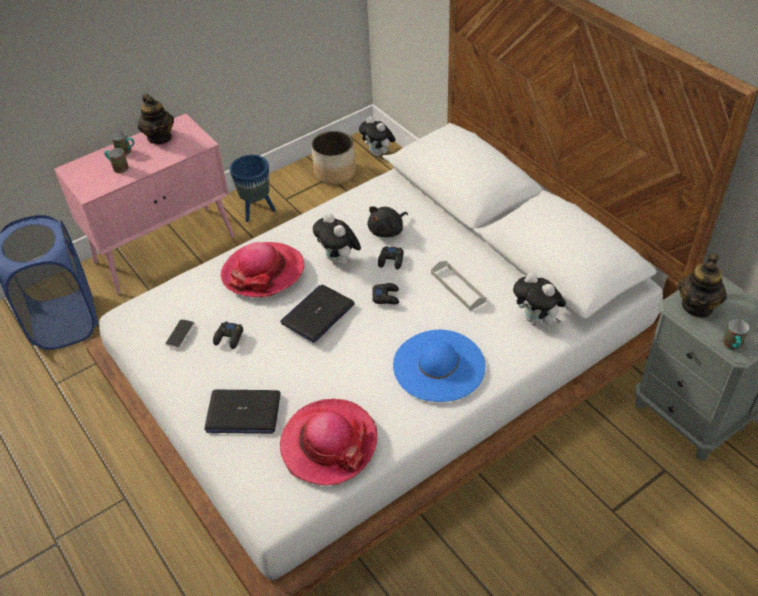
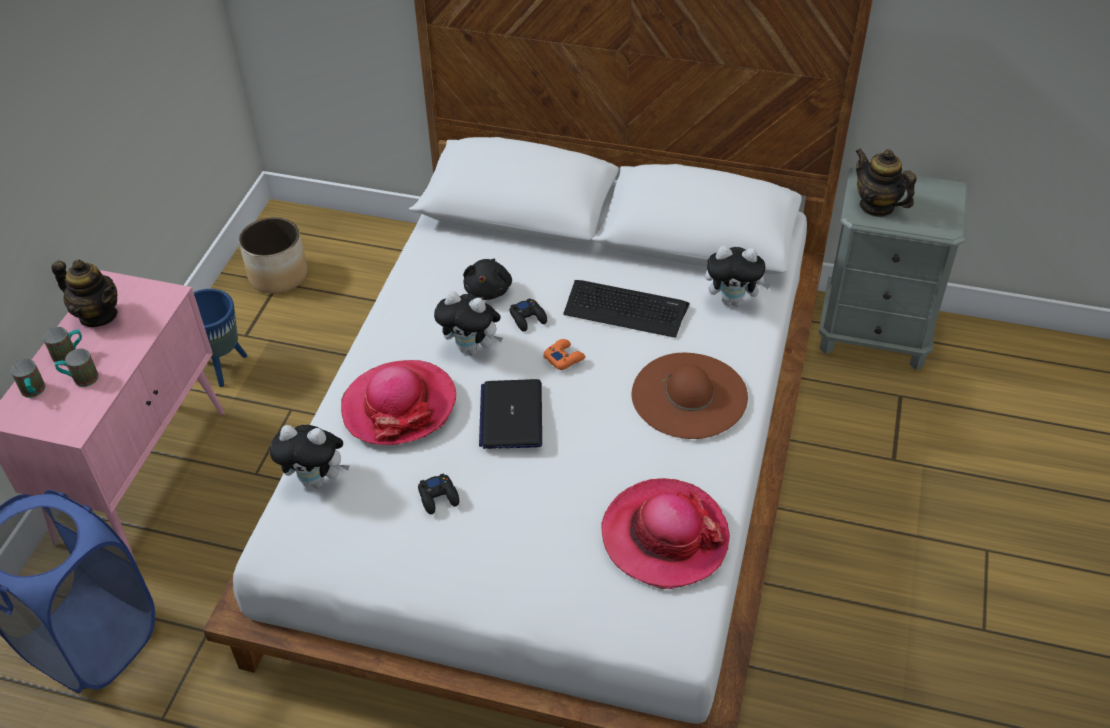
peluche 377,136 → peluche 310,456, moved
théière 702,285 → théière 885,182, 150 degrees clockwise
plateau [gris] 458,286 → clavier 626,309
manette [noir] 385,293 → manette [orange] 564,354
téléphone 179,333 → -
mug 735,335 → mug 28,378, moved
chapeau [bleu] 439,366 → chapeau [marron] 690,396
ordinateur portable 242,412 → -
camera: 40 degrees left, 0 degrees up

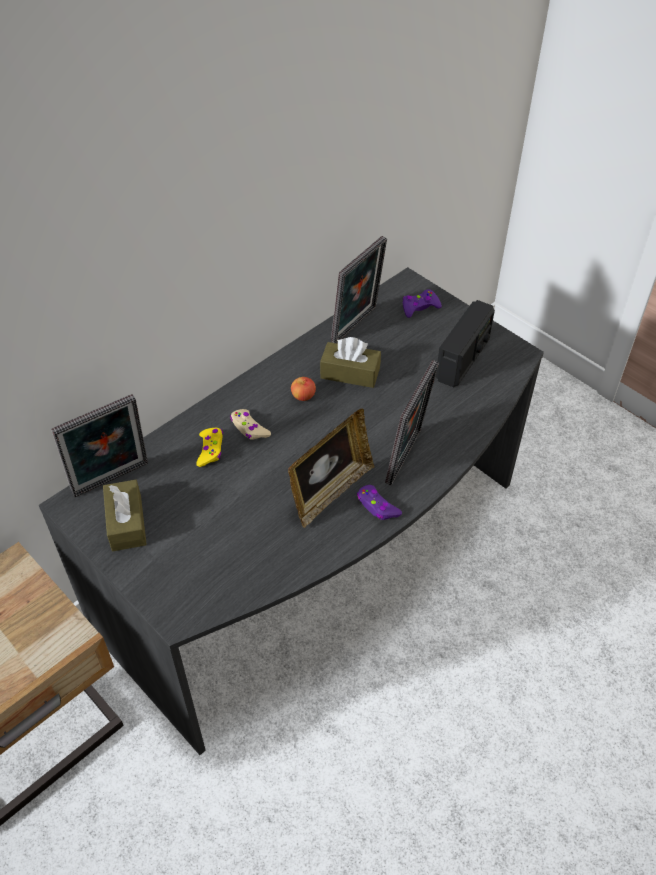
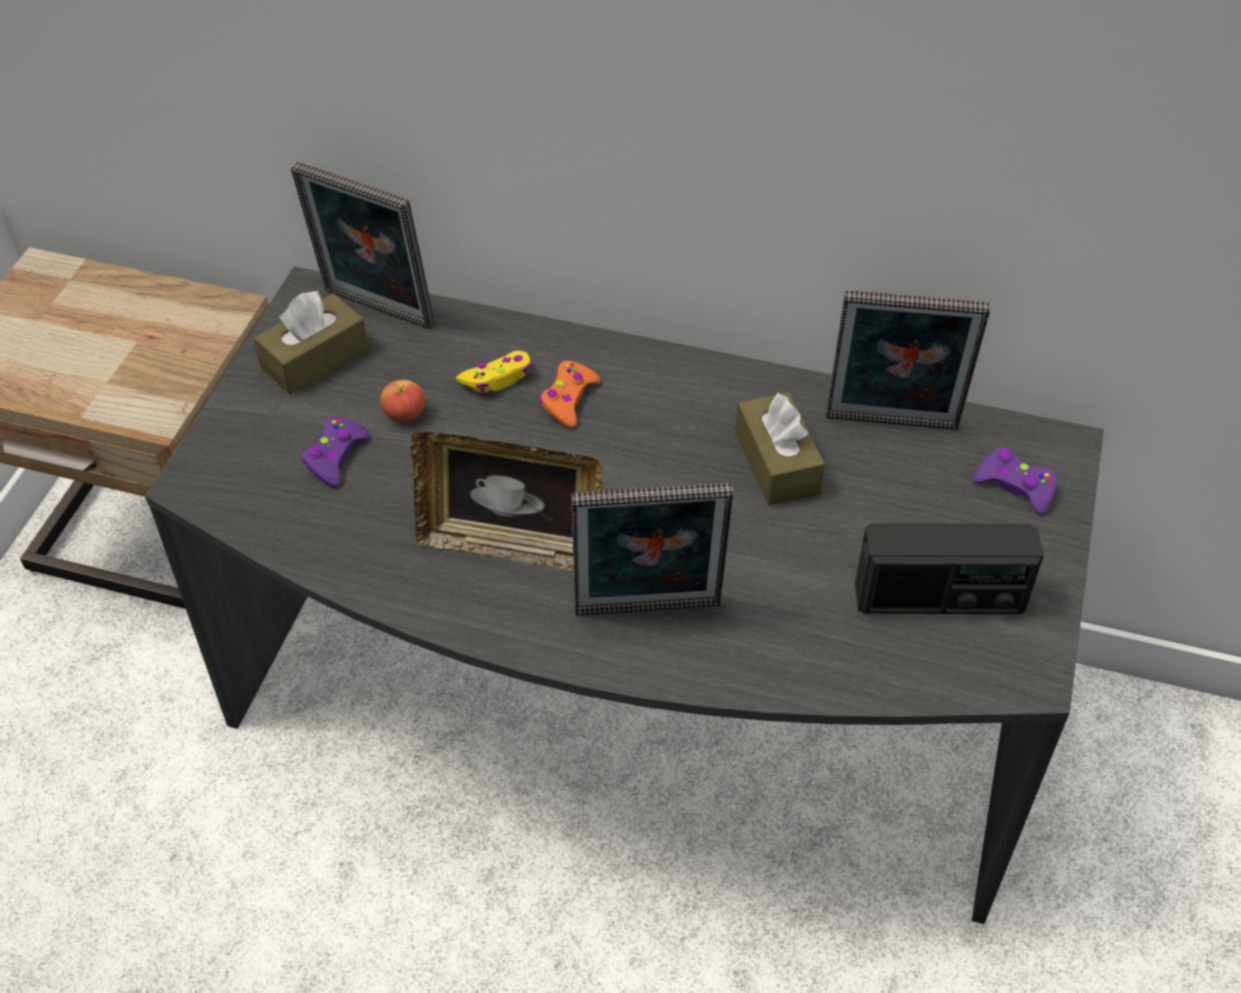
pomme 303,389 → pomme 402,401, moved
manette [beige] 250,424 → manette [orange] 569,394
manette [violet] 379,502 → manette [violet] 336,451, moved
camera: 60 degrees right, 0 degrees up

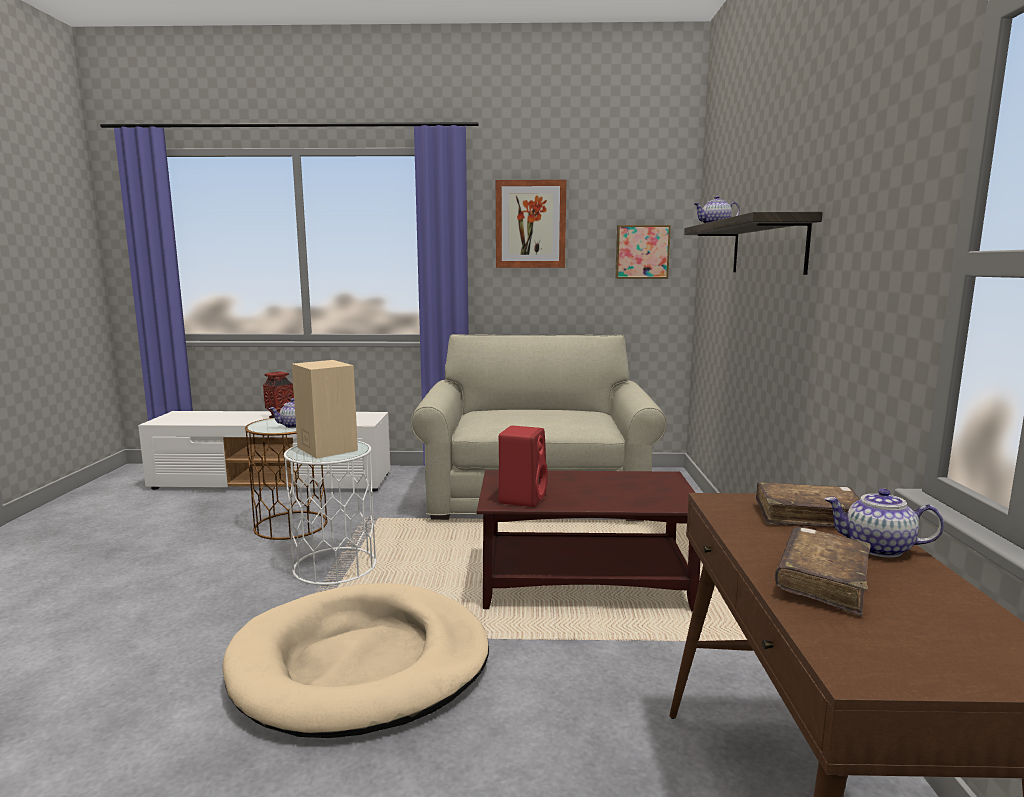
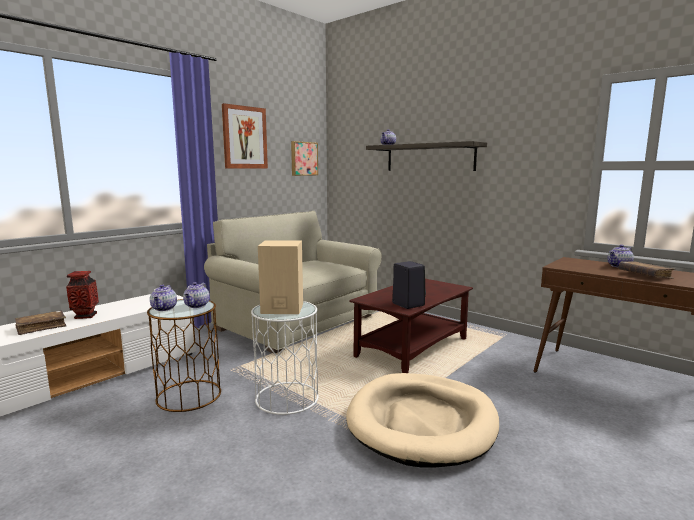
enceinte [rouge] 523,466 → enceinte [noir] 409,285
livre [marron] 807,505 → livre [marron] 41,322, moved
- → théière 163,298
camera: 50 degrees left, 0 degrees up

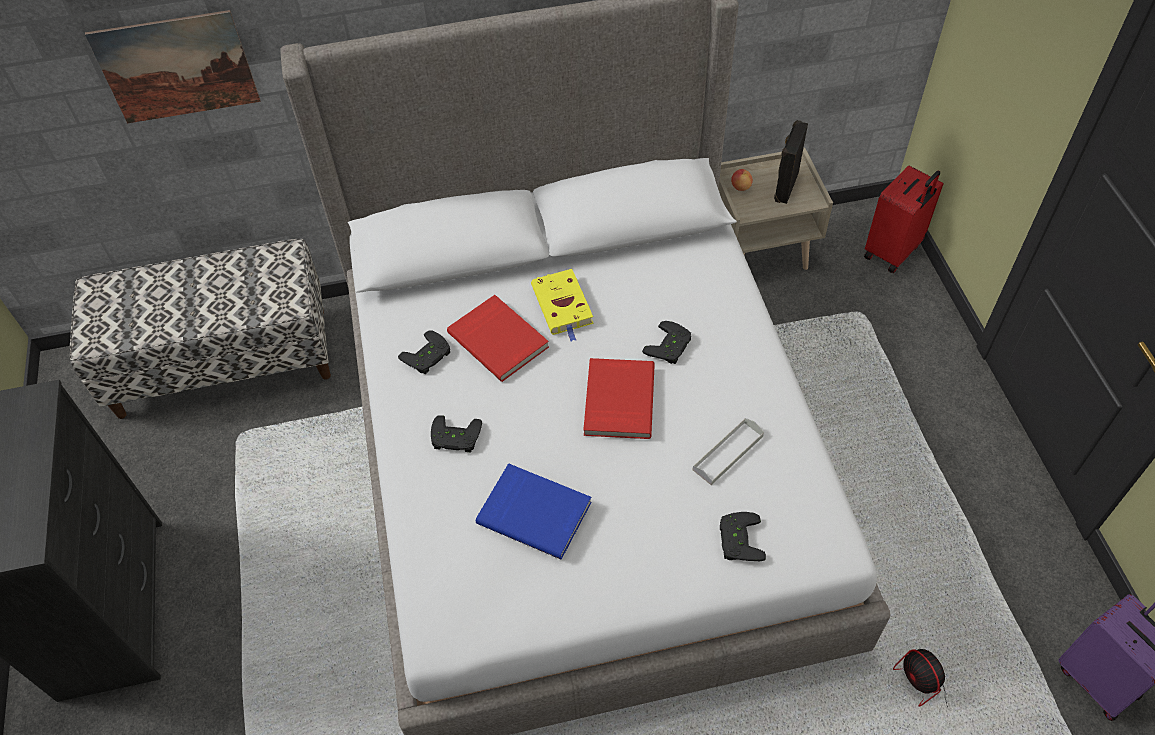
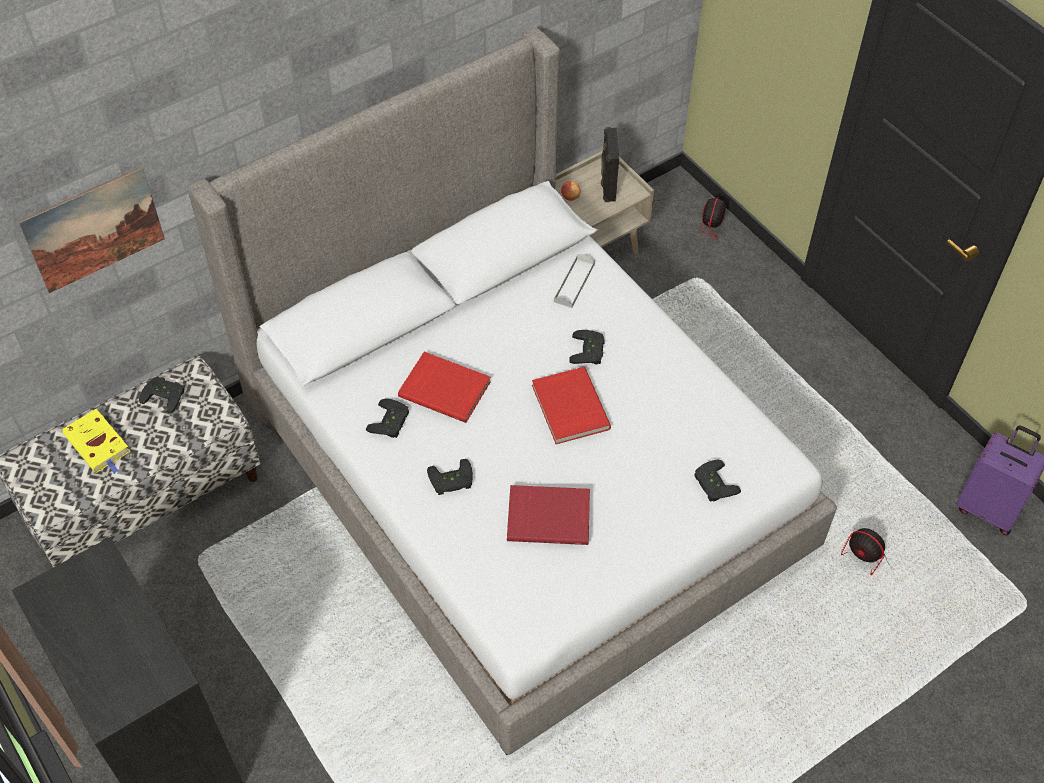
valise [rouge] 903,219 → ventilateur 693,215
livre [jaune] 562,305 → livre [jaune] 96,441, moved
plateau [gris] 728,451 → plateau [gris] 574,281, moved
livre [bleu] 534,511 → livre [rouge] 548,515
- → manette [noir] 161,395
camera: 25 degrees left, 0 degrees up

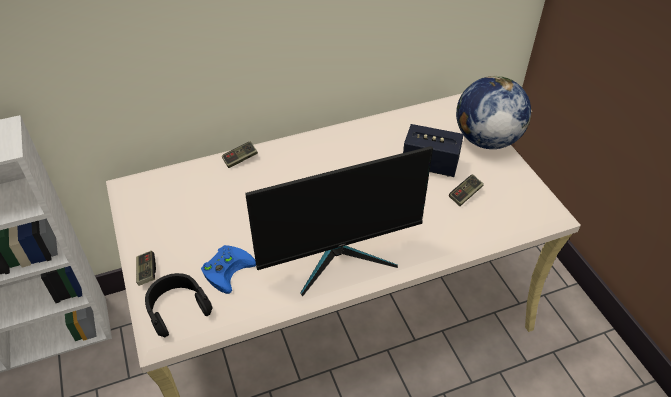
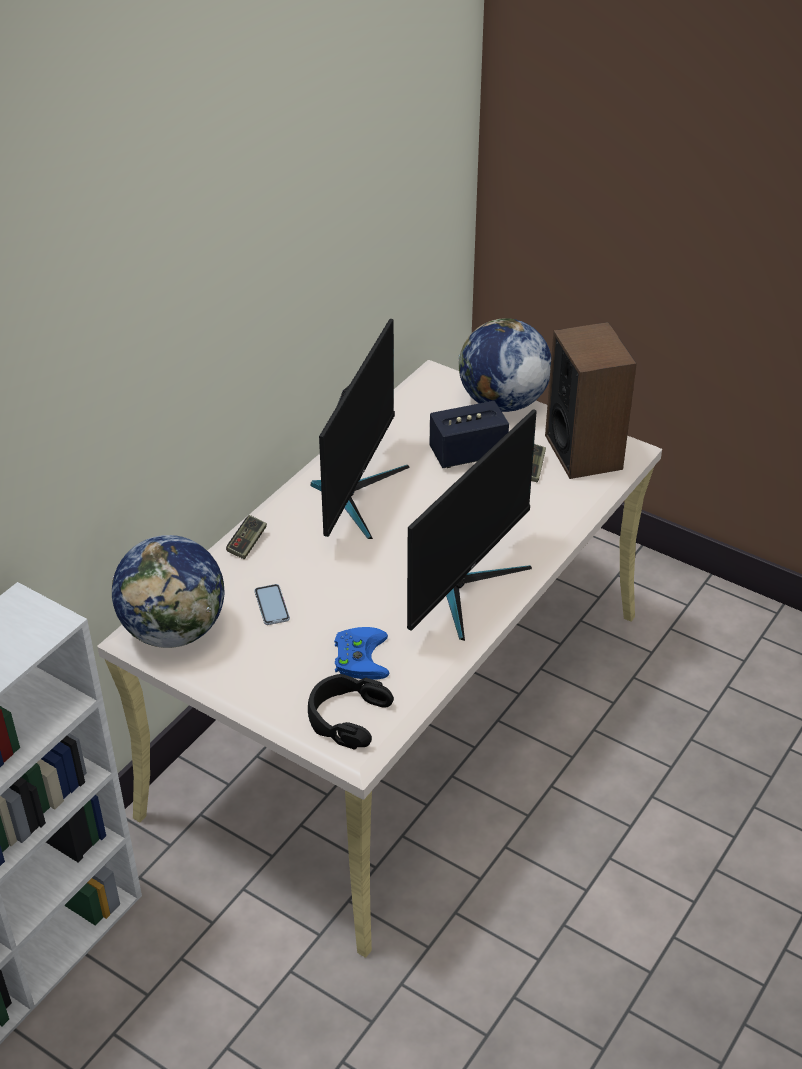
manette 146,268 → -
- → écran d'ordinateur 360,429
- → enceinte 591,400
- → globe 168,591
- → téléphone 272,604
camera: 35 degrees left, 5 degrees down

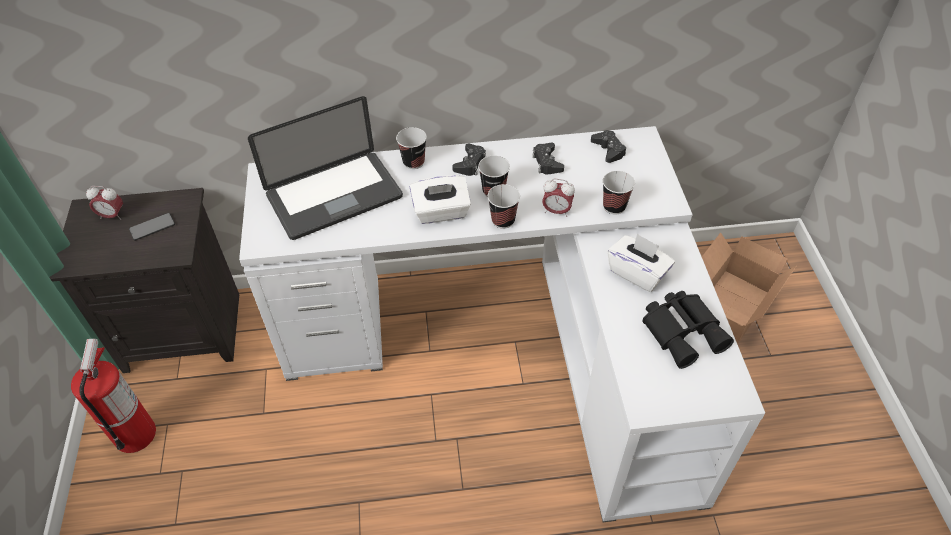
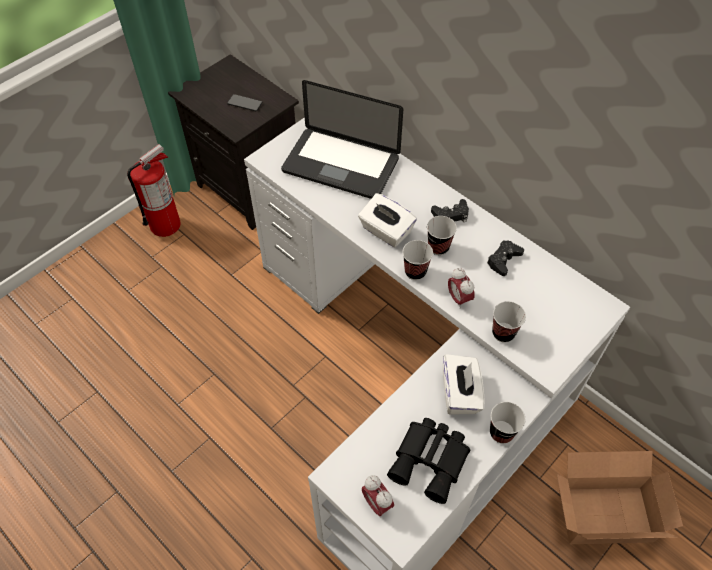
tasse 411,148 → tasse 507,422, moved
manette [noir] 608,146 → -
réveil 104,203 → réveil 378,496, moved
camera: 50 degrees right, 5 degrees up

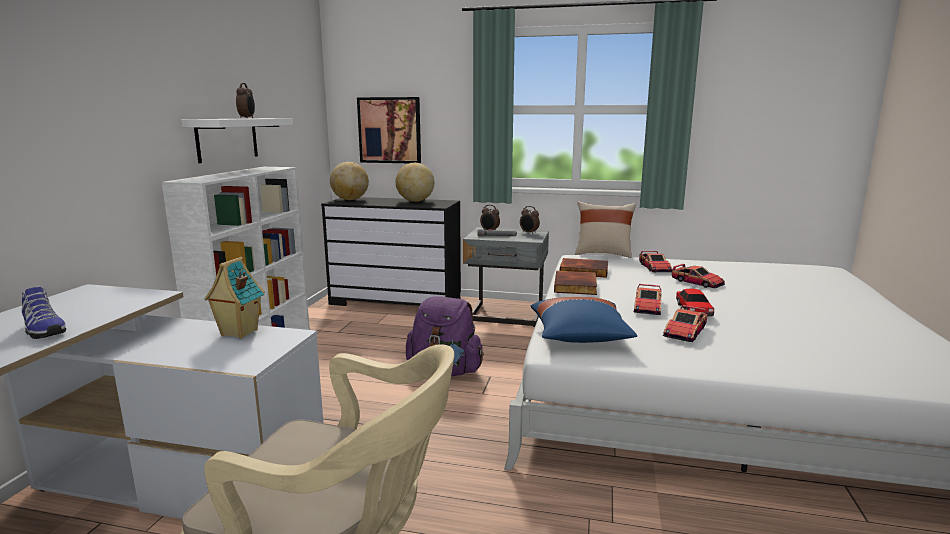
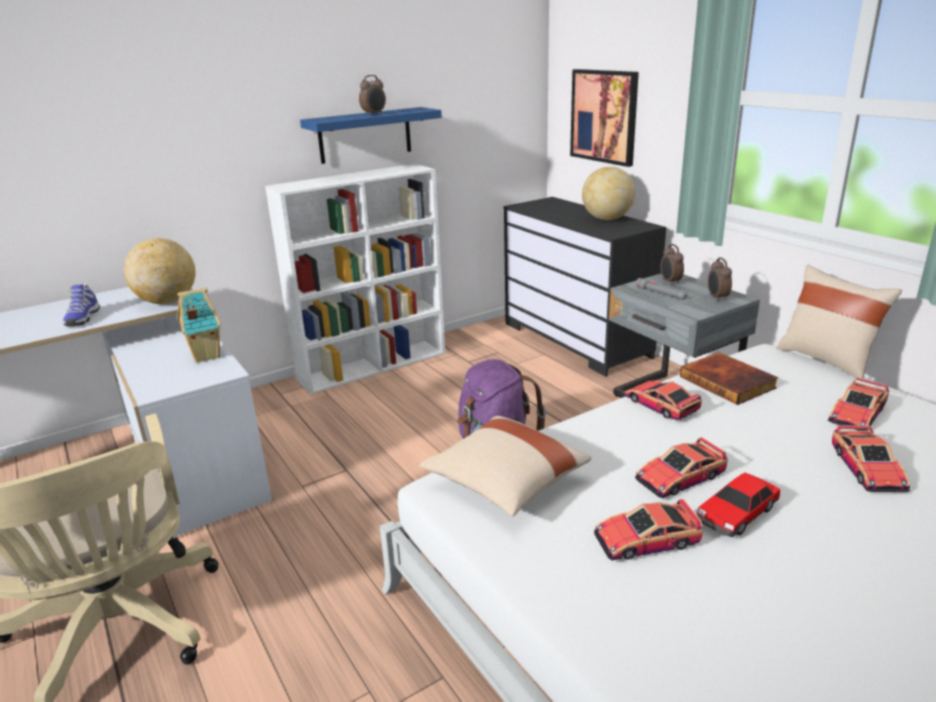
étagère [blanc] 237,140 → étagère [bleu] 371,135
globe 349,181 → globe 160,271, moved
livre 575,283 → petite voiture 663,400
coussin [bleu] 584,320 → coussin [beige] 505,466
camera: 45 degrees right, 10 degrees up

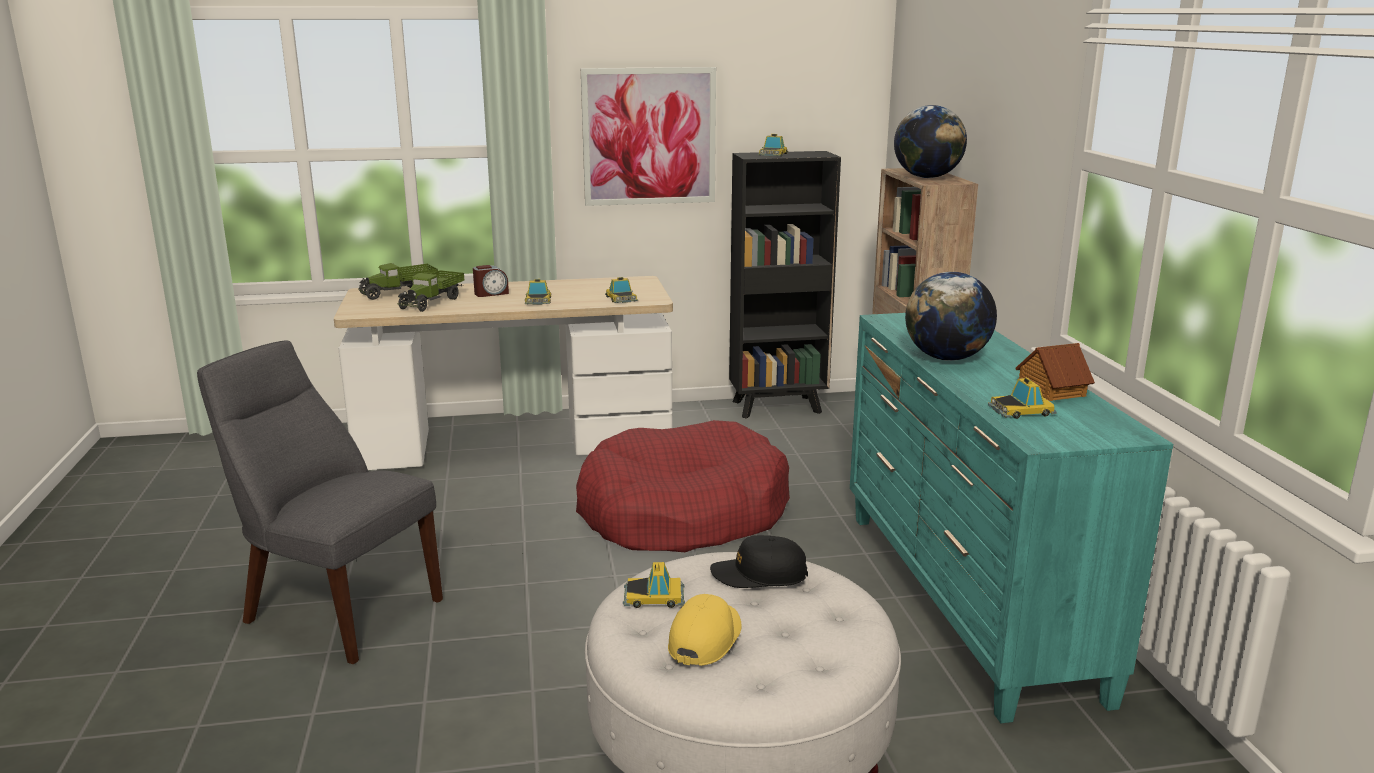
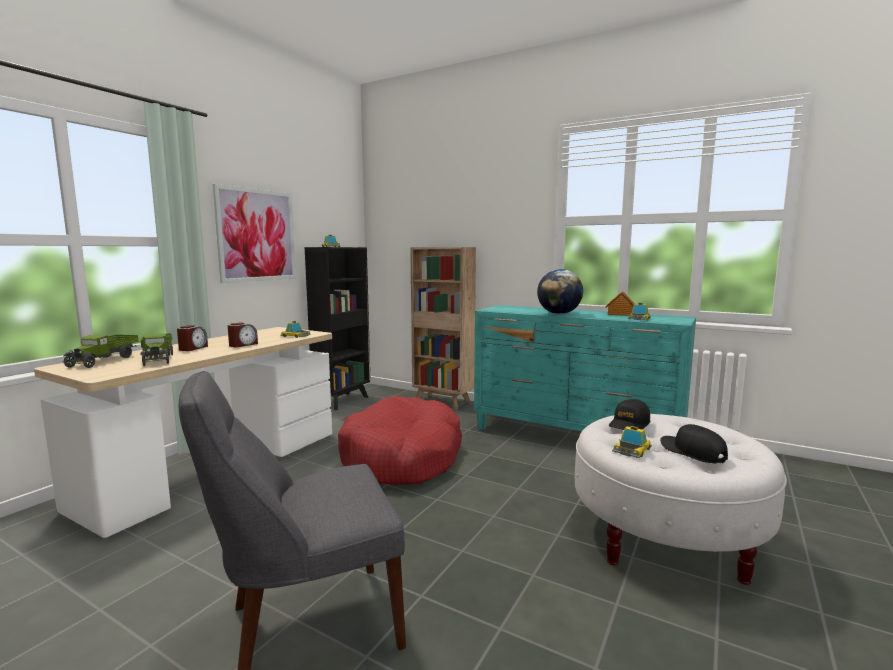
globe 930,141 → -
petite voiture 538,292 → réveil 243,334
casquette [jaune] 705,630 → casquette [noir] 694,444
camera: 50 degrees left, 10 degrees down

